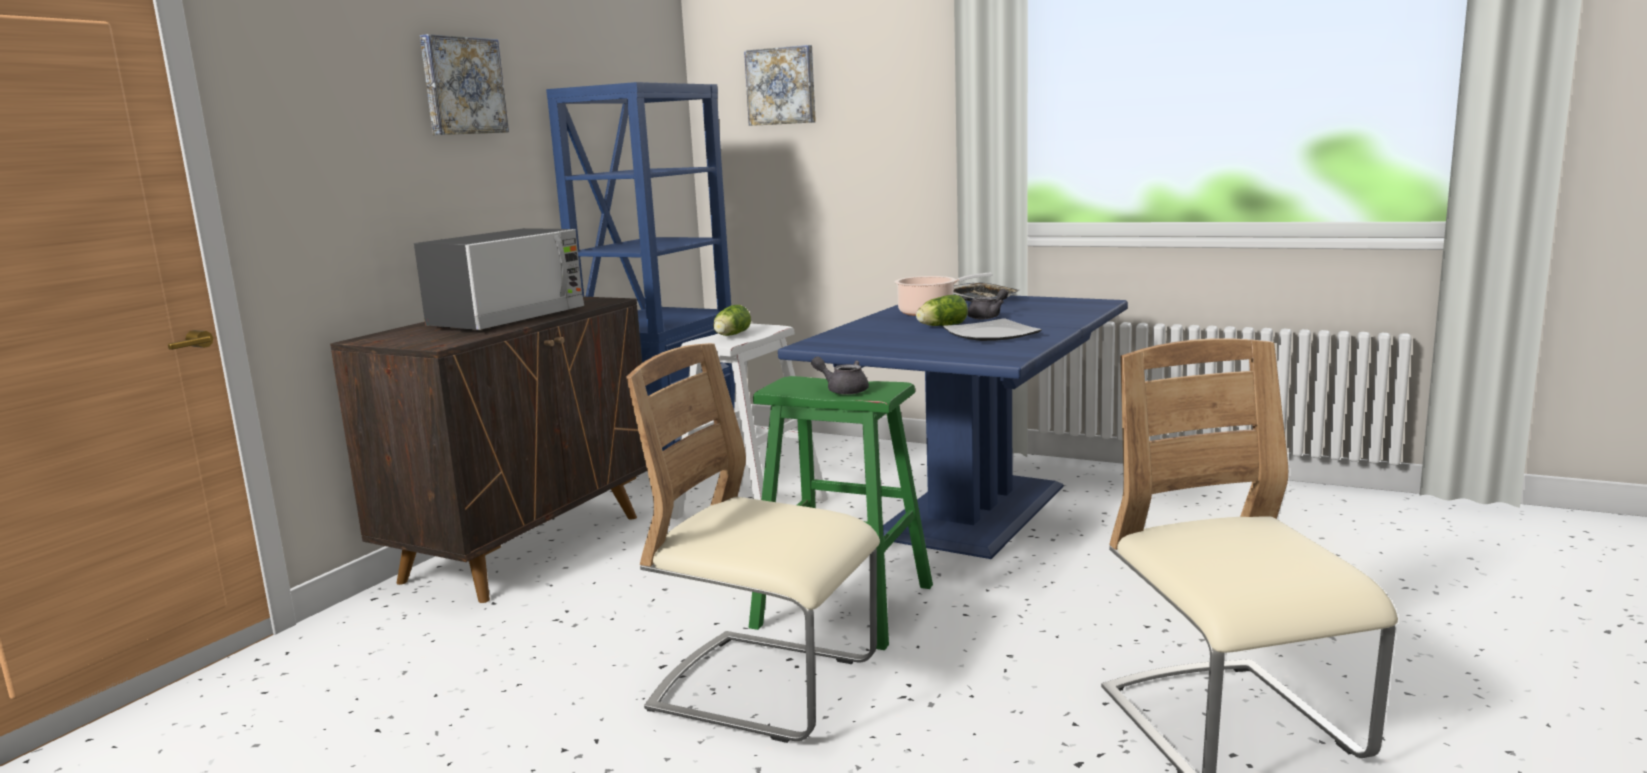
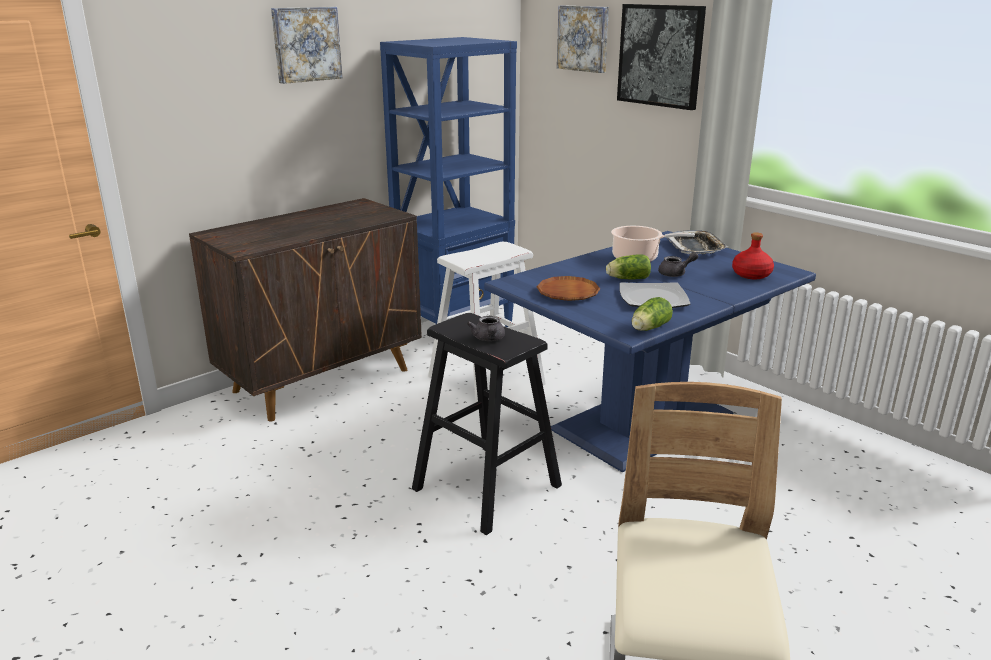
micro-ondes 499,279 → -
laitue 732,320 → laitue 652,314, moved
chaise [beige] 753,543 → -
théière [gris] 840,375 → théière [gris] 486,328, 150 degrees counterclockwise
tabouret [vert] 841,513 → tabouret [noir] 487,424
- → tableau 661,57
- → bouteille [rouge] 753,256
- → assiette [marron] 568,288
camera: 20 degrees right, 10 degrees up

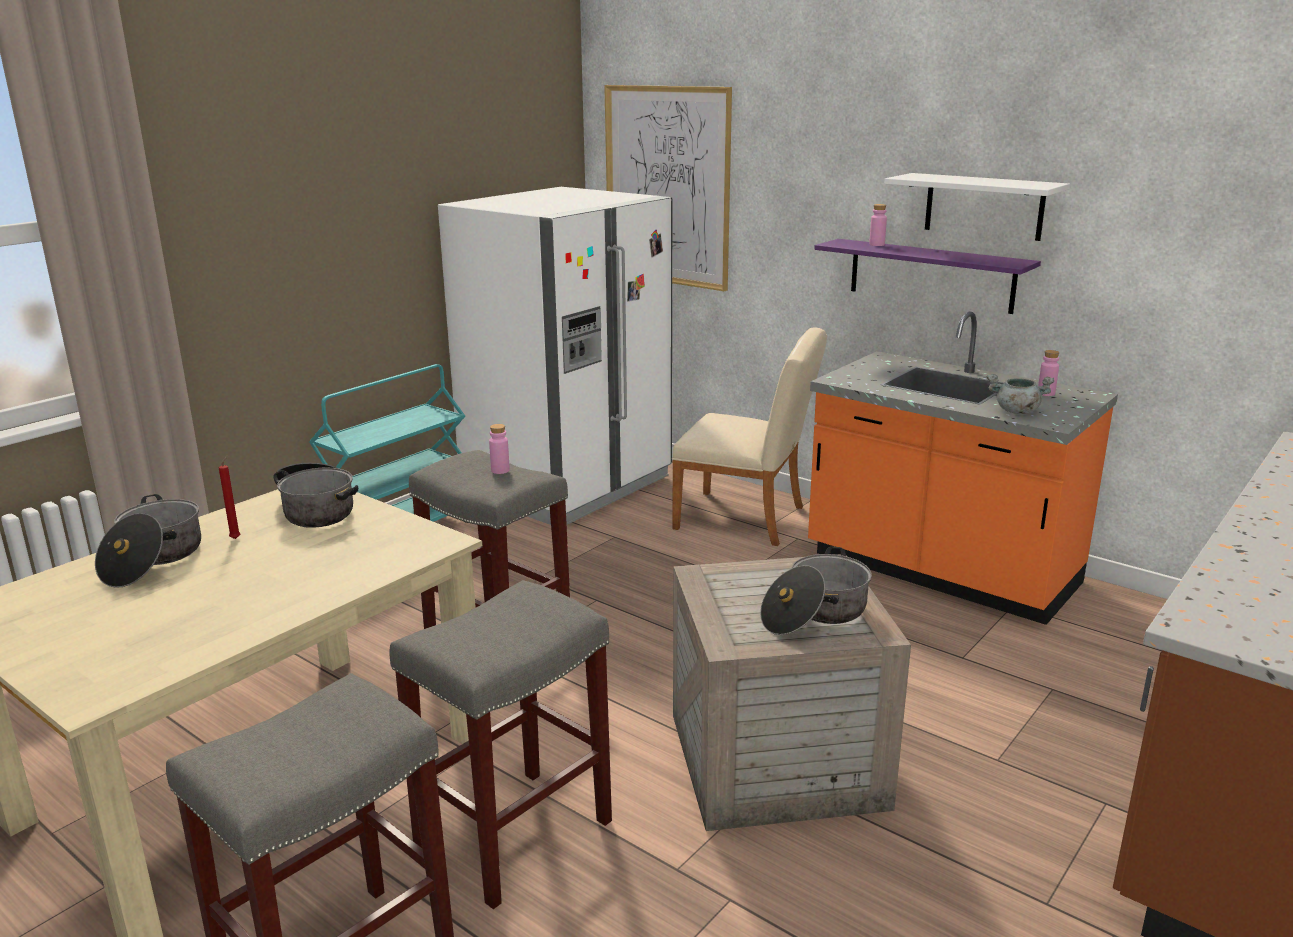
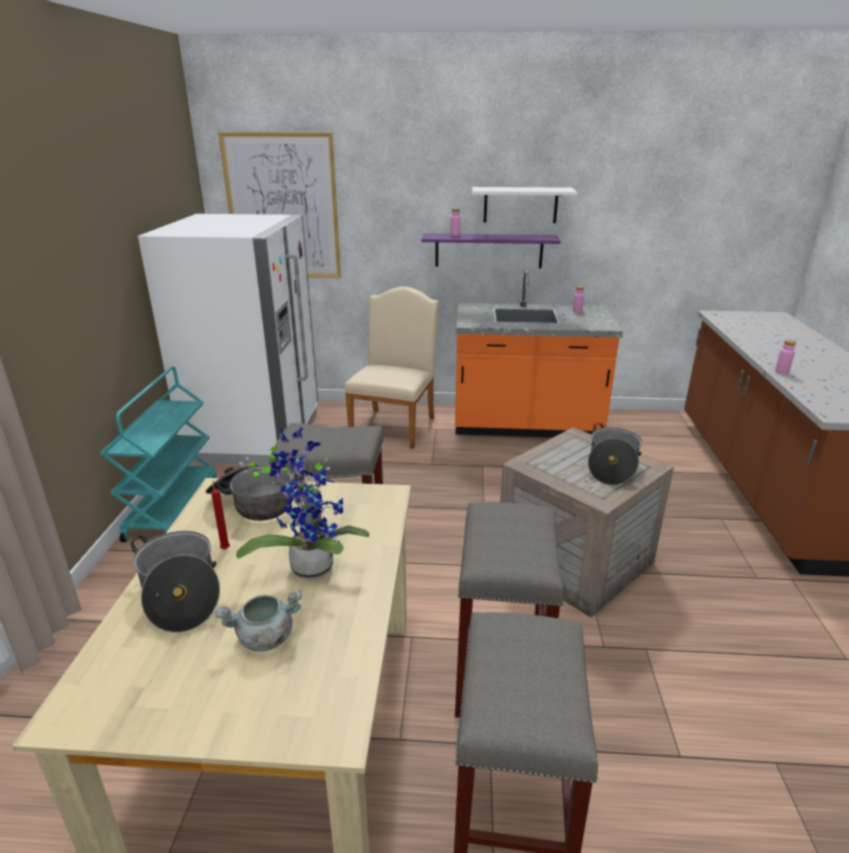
chaise [beige] 749,437 → chaise [beige] 392,368, 60 degrees counterclockwise
marmite [gris] 1020,394 → marmite [gris] 258,620, moved
bouteille [rose] 499,449 → bouteille [rose] 785,356, moved
- → plante en pot 303,503
camera: 35 degrees left, 5 degrees up

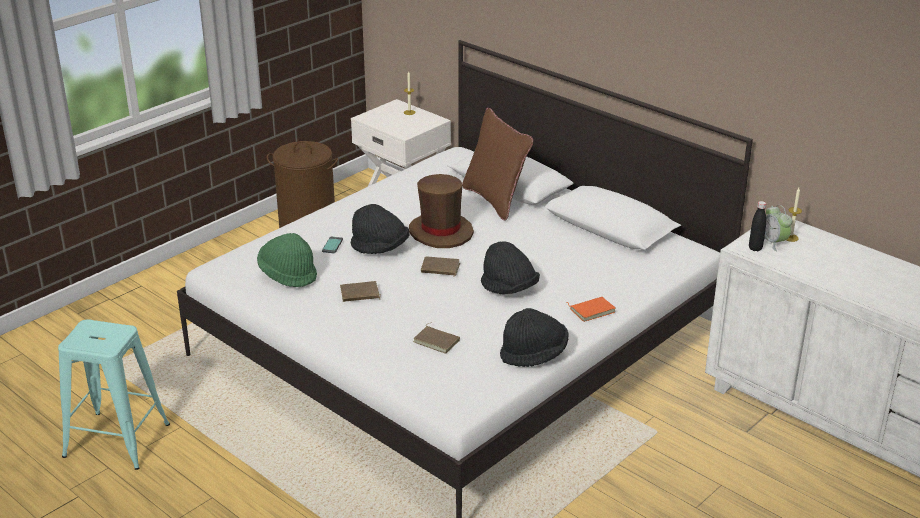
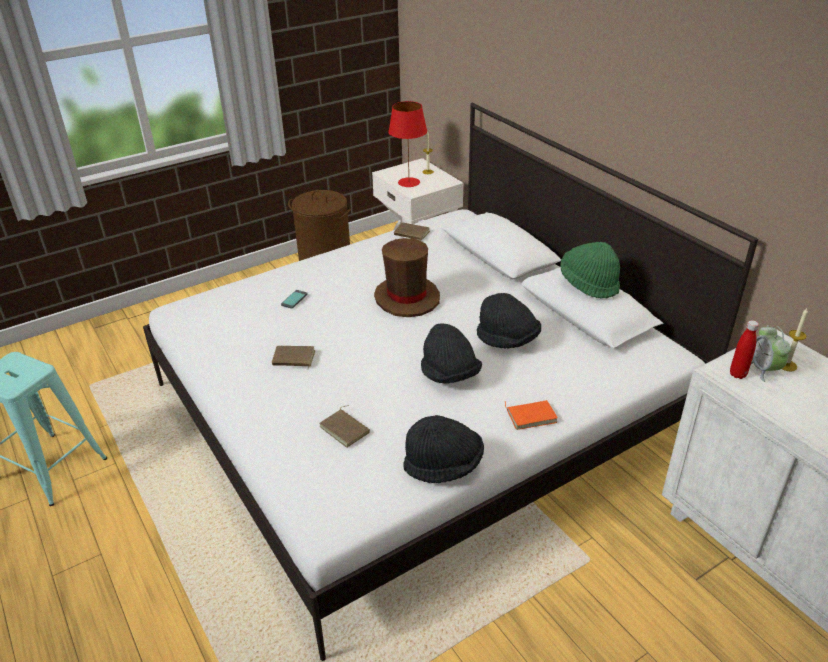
coussin [marron] 497,164 → -
bouteille [noir] 757,226 → bouteille [rouge] 744,349
chapeau [noir] 380,229 → chapeau [noir] 509,320, moved
chapeau [vert] 287,260 → chapeau [vert] 590,270, moved
livre [marron] 440,266 → livre [marron] 412,231, moved
- → lampe de table [rouge] 407,144
camera: 15 degrees right, 5 degrees up

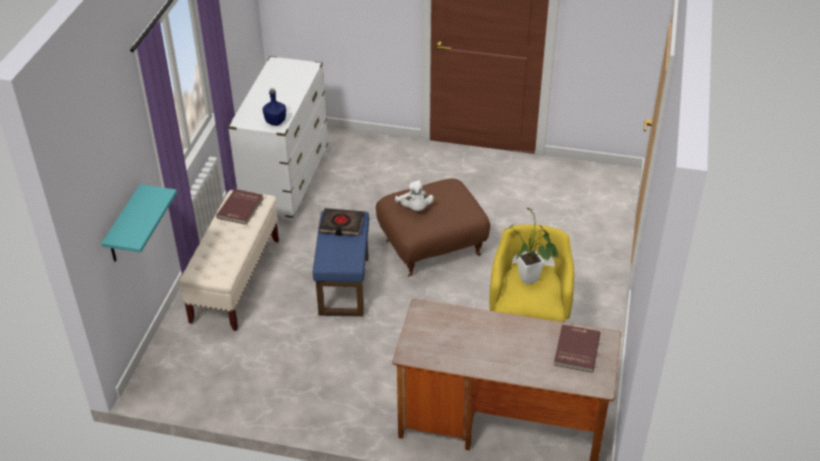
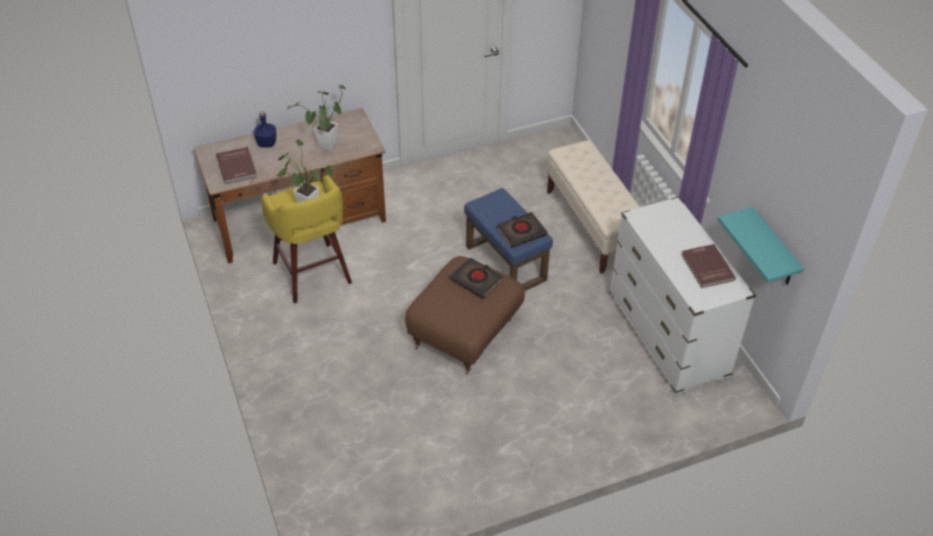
bouteille [bleu] 274,107 → bouteille [bleu] 265,130, moved
peluche [blanc] 414,195 → livre [noir] 476,278
étagère [turquoise] 139,223 → étagère [turquoise] 761,246, moved
livre [rouge] 240,207 → livre [rouge] 709,266, moved
- → plante en pot 316,118
camera: 145 degrees right, 5 degrees up

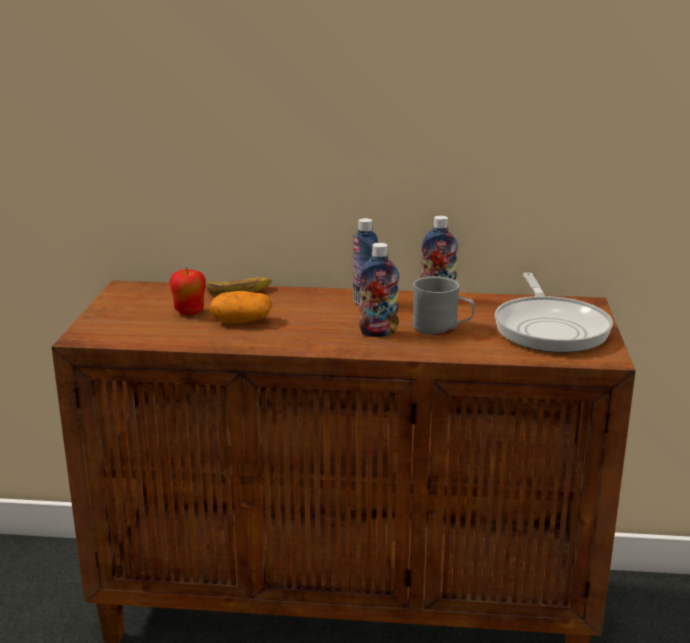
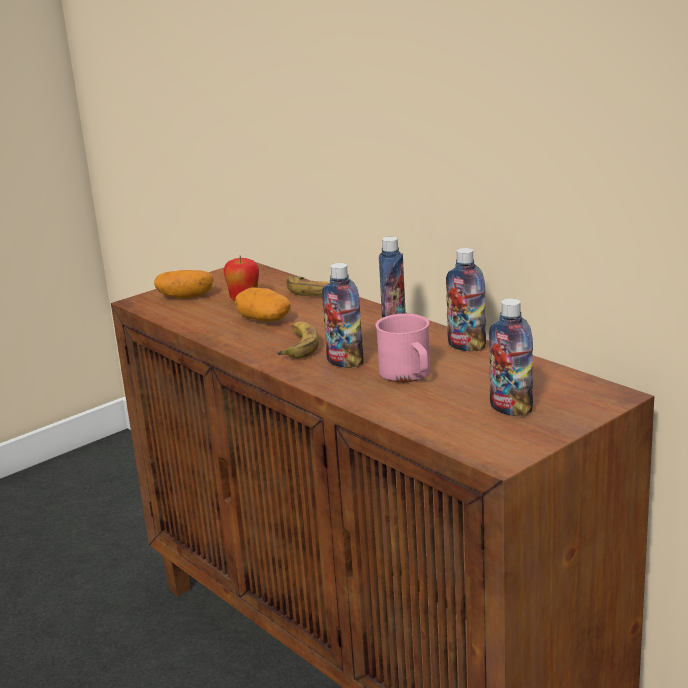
poêle 554,312 → bouteille 511,357
mug [gris] 444,305 → mug [rose] 402,348
- → pomme de terre 184,284
- → banane 297,340
camera: 45 degrees right, 0 degrees up

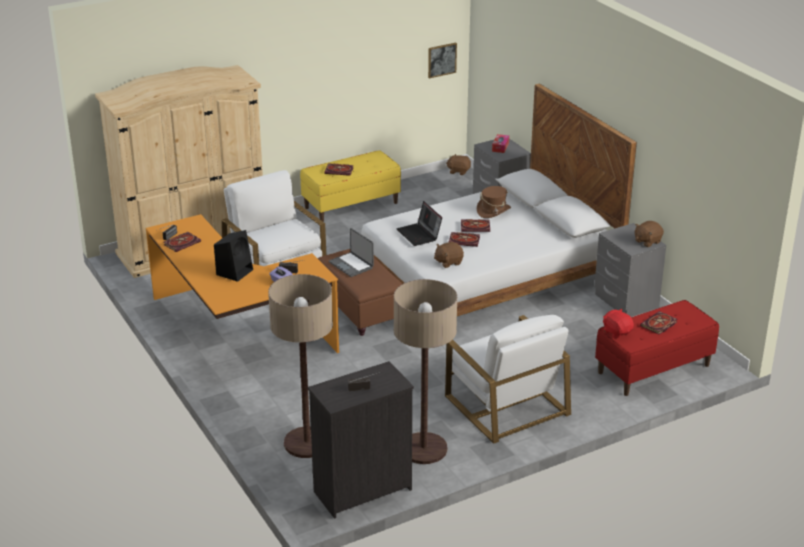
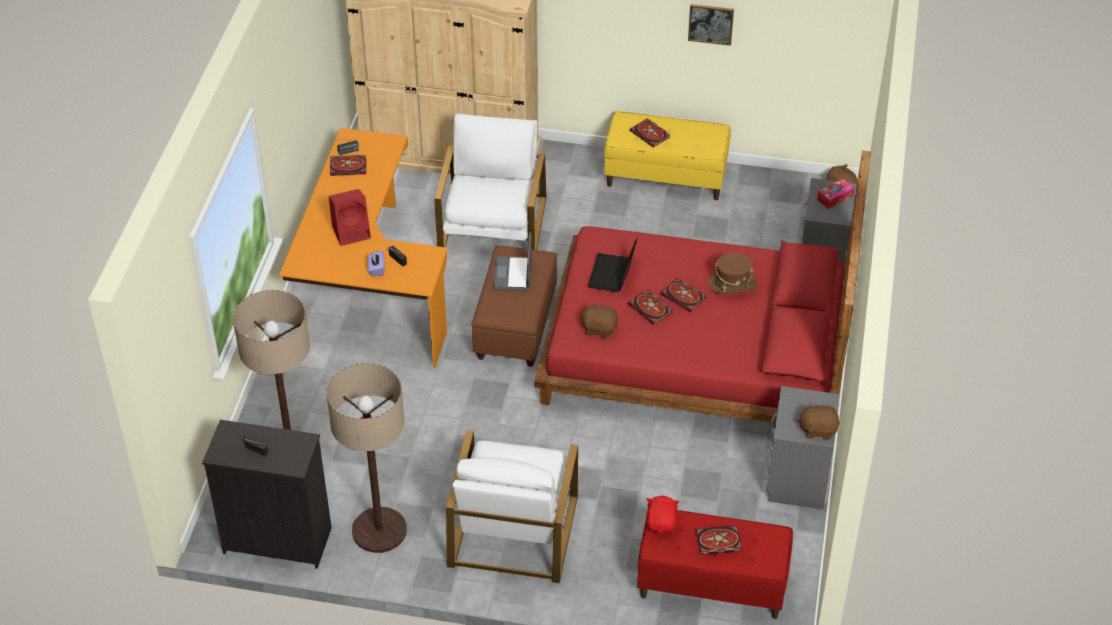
tableau 442,61 → tableau 711,25, moved
lit [blanc] 499,200 → lit [rouge] 702,286
enceinte [noir] 233,256 → enceinte [rouge] 350,217
camera: 40 degrees right, 15 degrees up

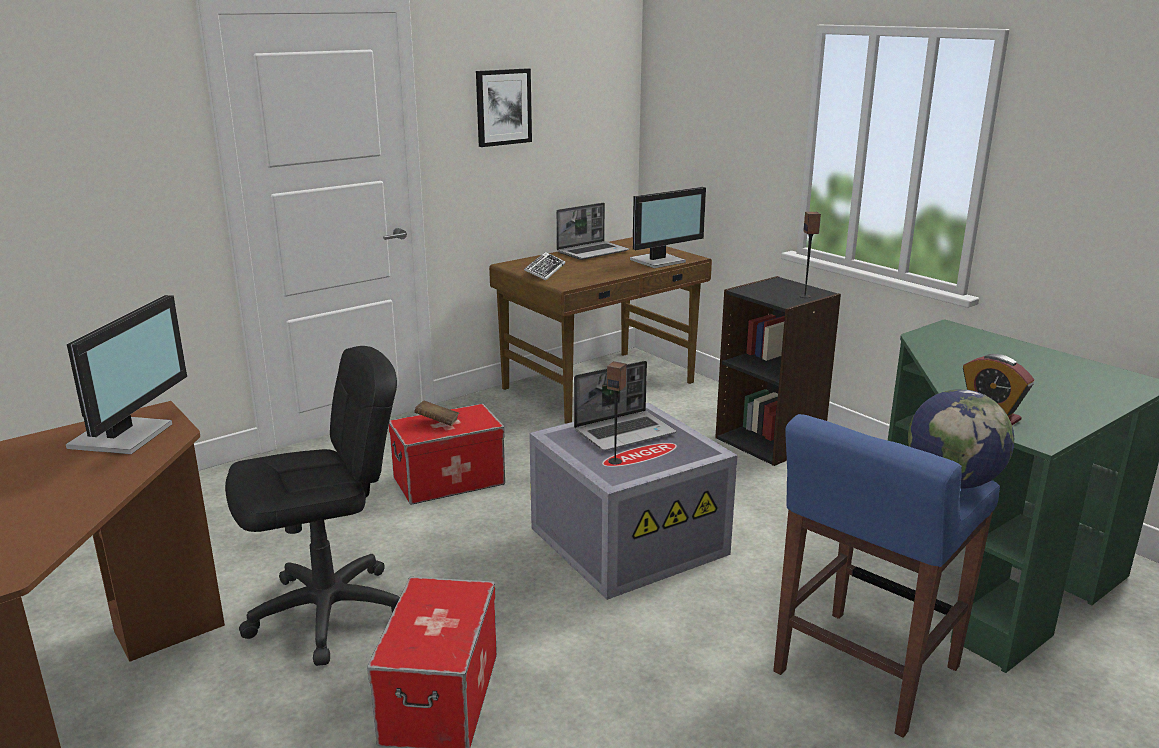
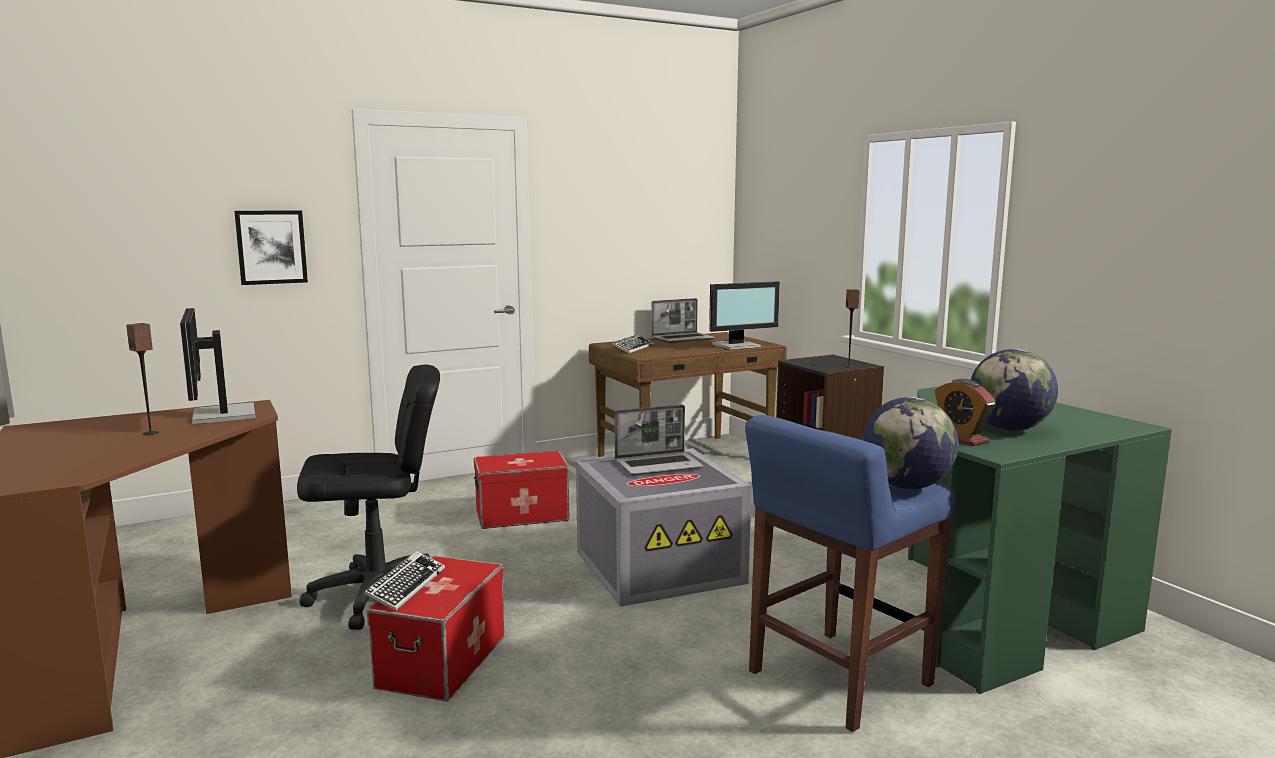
tableau 504,107 → tableau 271,247, moved
écran d'ordinateur 126,374 → écran d'ordinateur 218,366, 135 degrees clockwise
enceinte 616,413 → enceinte 142,379, moved
livre [marron] 436,413 → -
- → globe 1014,390
- → clavier 404,581
camera: 10 degrees right, 10 degrees down

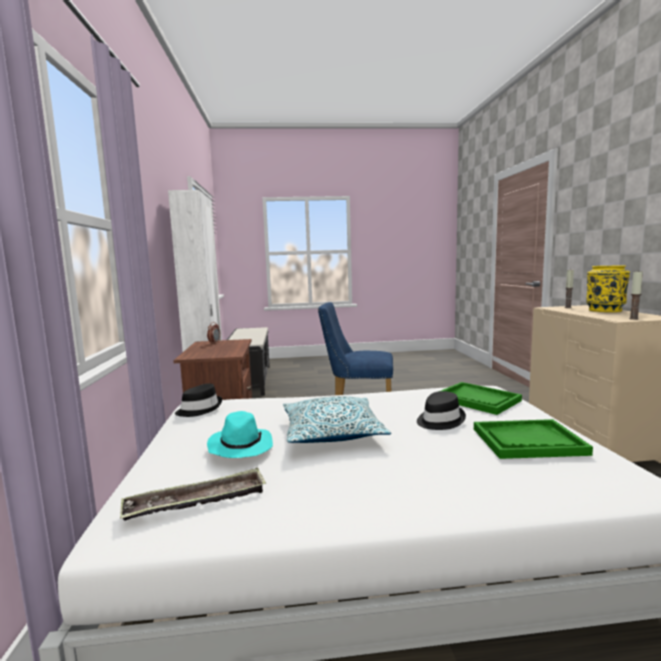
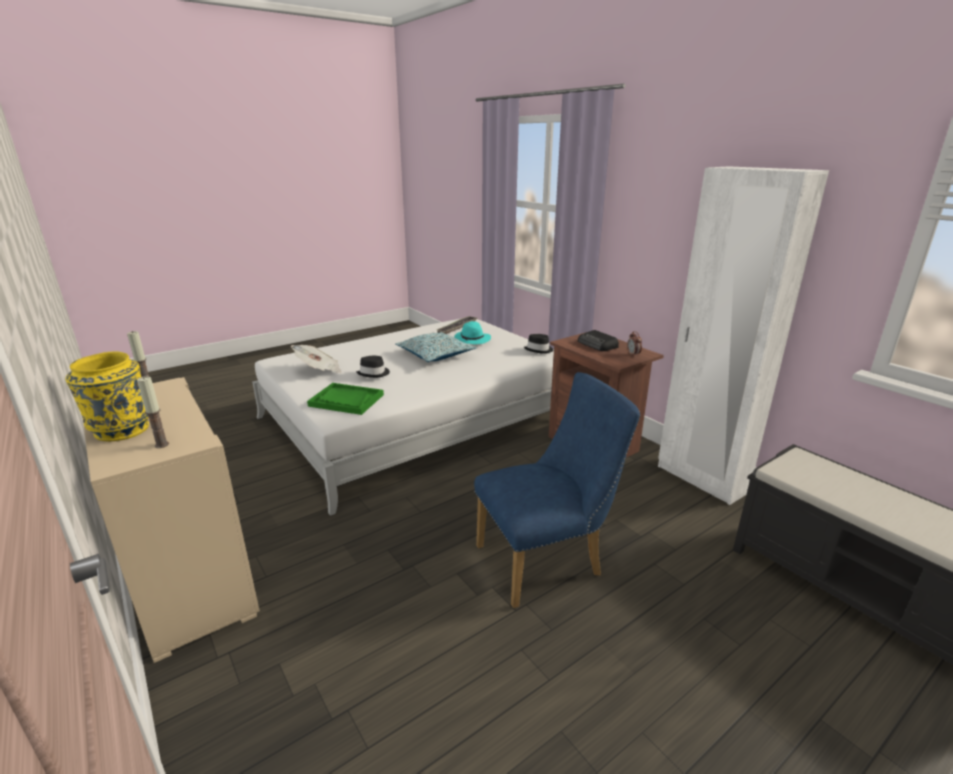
plateau [vert] 533,439 → journal 316,359
- → radio 598,340
camera: 150 degrees right, 15 degrees up

